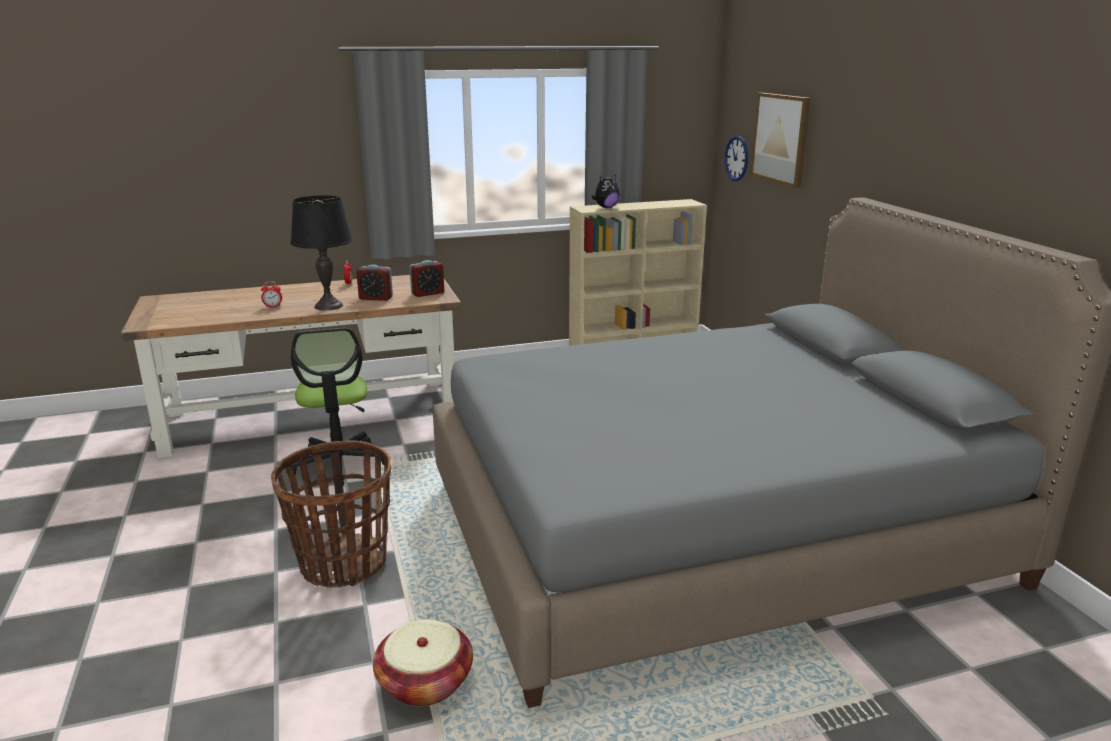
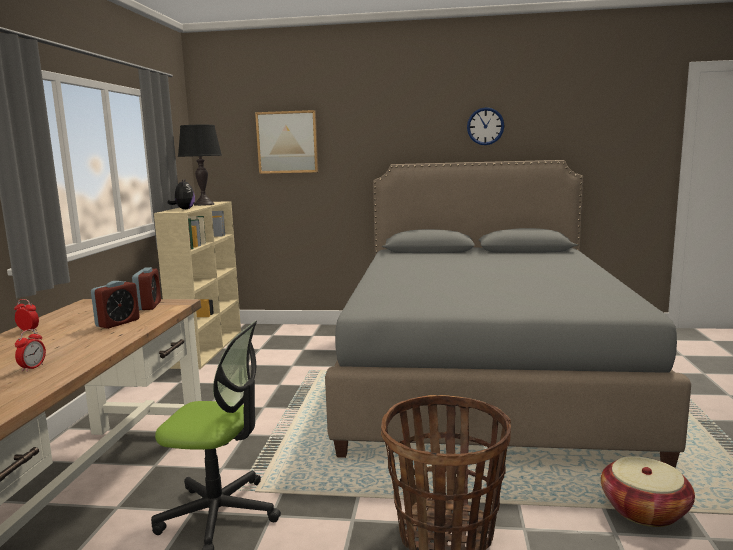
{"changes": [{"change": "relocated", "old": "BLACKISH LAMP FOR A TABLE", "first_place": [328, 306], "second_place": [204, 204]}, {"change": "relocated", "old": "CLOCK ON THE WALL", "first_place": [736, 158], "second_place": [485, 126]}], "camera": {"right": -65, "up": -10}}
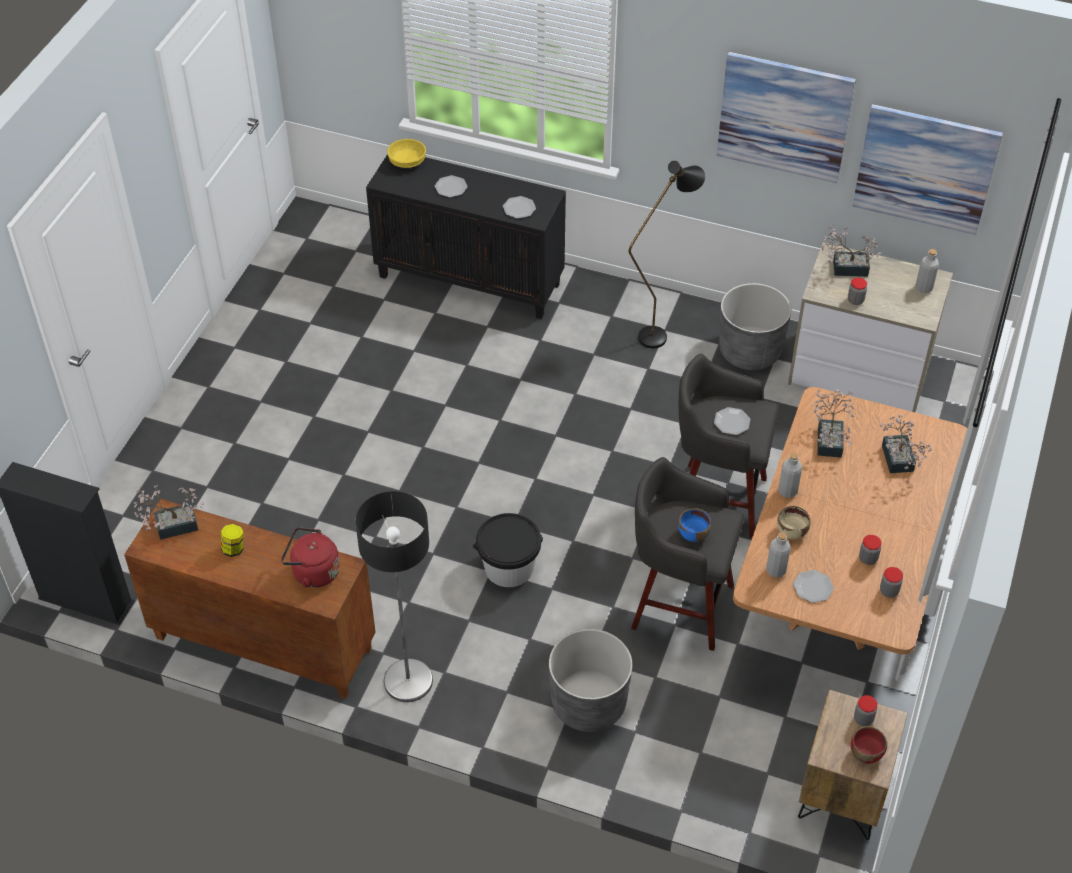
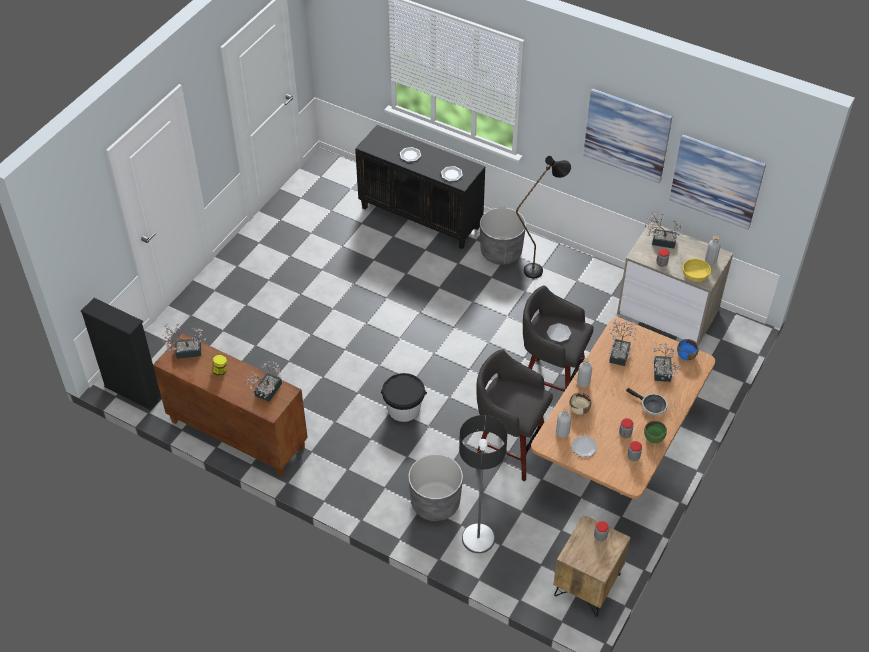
{"changes": [{"change": "exchanged", "old": "RED-COLOURED WATER KETTLE", "new": "HOUSEPLANT", "first_place": [313, 572], "second_place": [266, 392]}, {"change": "relocated", "old": "STANDING LAMP", "first_place": [408, 680], "second_place": [478, 538]}, {"change": "relocated", "old": "GRAY PLANTER", "first_place": [749, 351], "second_place": [501, 252]}, {"change": "appeared", "new": "SKILLET", "second_place": [651, 406]}, {"change": "appeared", "new": "GREEN DEEP DISH", "second_place": [654, 437]}, {"change": "relocated", "old": "BLUISH DEEP DISH", "first_place": [693, 534], "second_place": [686, 355]}, {"change": "relocated", "old": "YELLOW-COLOURED DEEP DISH", "first_place": [408, 162], "second_place": [695, 275]}, {"change": "missing", "old": "RED-COLOURED DEEP DISH", "first_place": [865, 753]}], "camera": {"right": 10, "up": 0}}
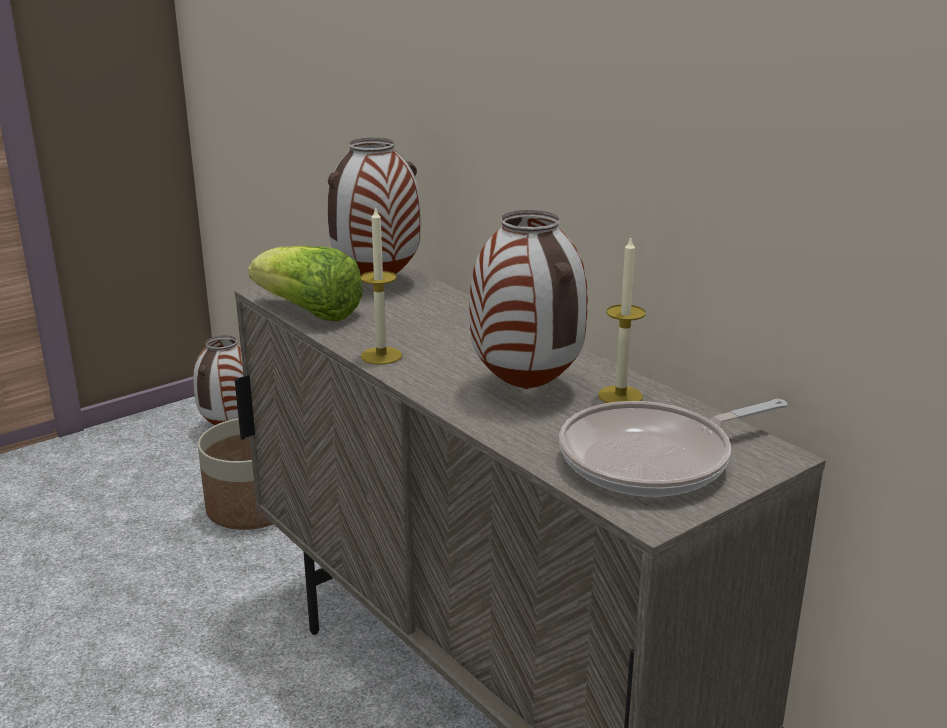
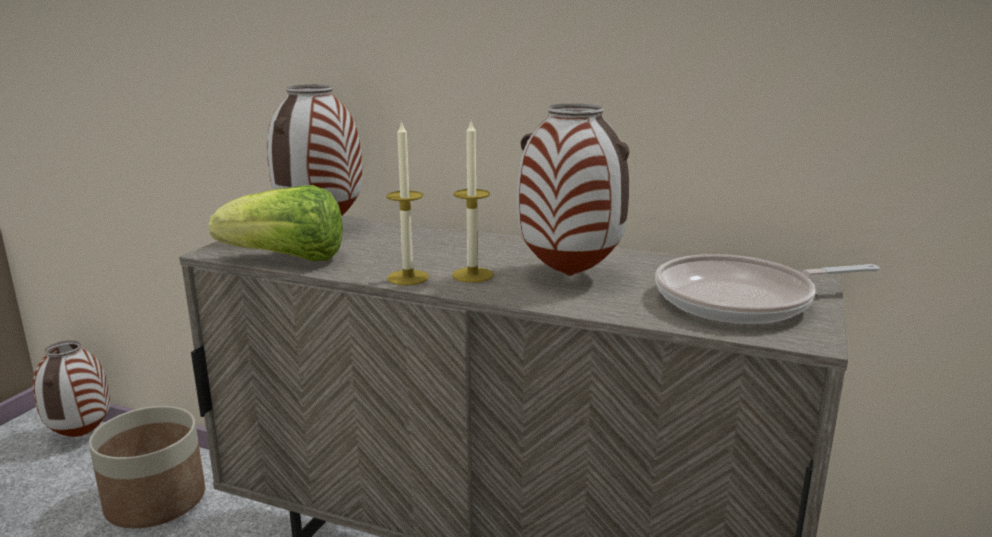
{"changes": [{"change": "relocated", "old": "WAX LIGHT", "first_place": [620, 396], "second_place": [472, 275]}, {"change": "spun", "old": "SKILLET", "first_place": [654, 459], "second_place": [742, 300], "degrees": 45}], "camera": {"right": -30, "up": -5}}
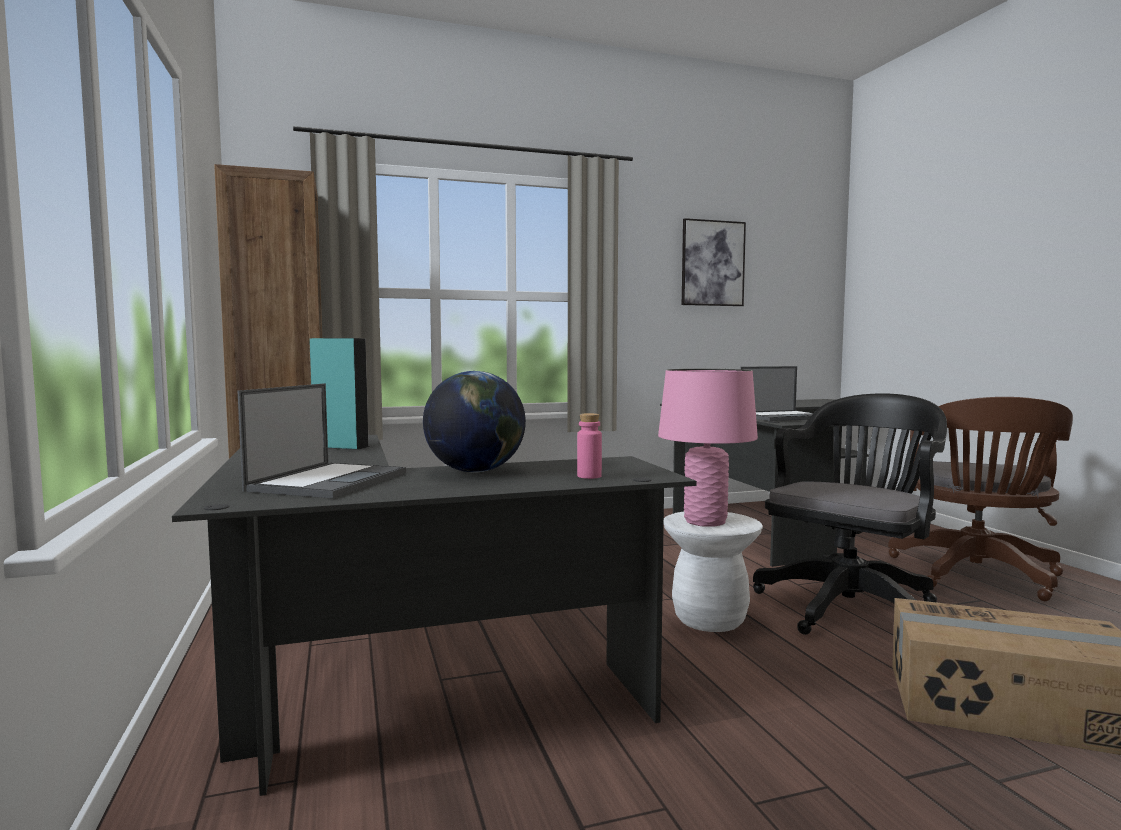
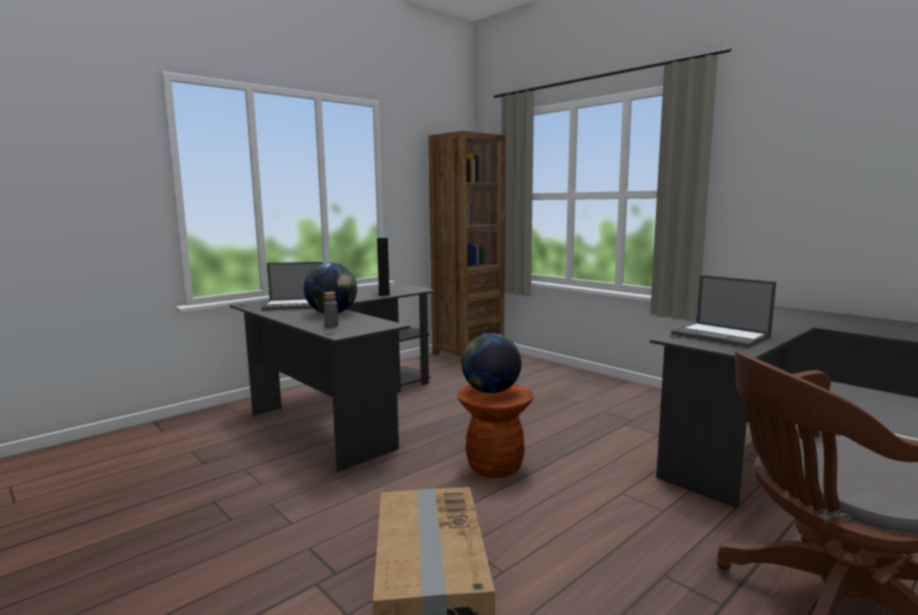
{"changes": [{"change": "colour", "old": "PINK DRINK BOTTLE", "new": "GRAY DRINK BOTTLE", "first_place": [589, 476], "second_place": [331, 326]}, {"change": "colour", "old": "WHITE STOOL", "new": "BROWN-COLOURED STOOL", "first_place": [709, 619], "second_place": [494, 466]}, {"change": "exchanged", "old": "PINK LAMP FOR A TABLE", "new": "GLOBE", "first_place": [705, 521], "second_place": [490, 391]}, {"change": "missing", "old": "PICTURE", "first_place": [712, 263]}, {"change": "missing", "old": "BLACKISH DESK CHAIR", "first_place": [851, 606]}], "camera": {"right": 65, "up": 5}}
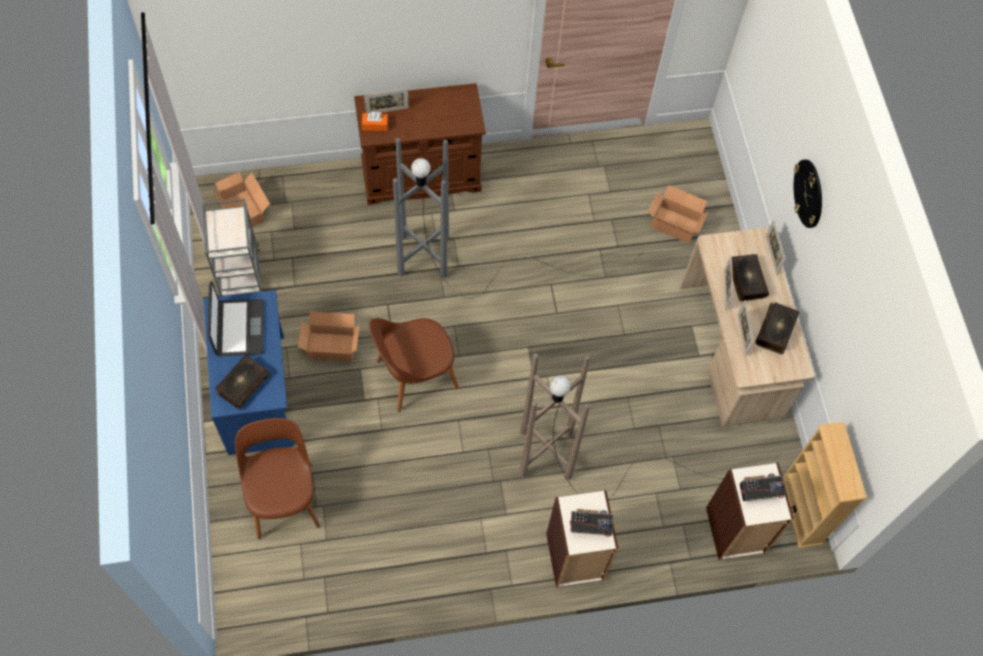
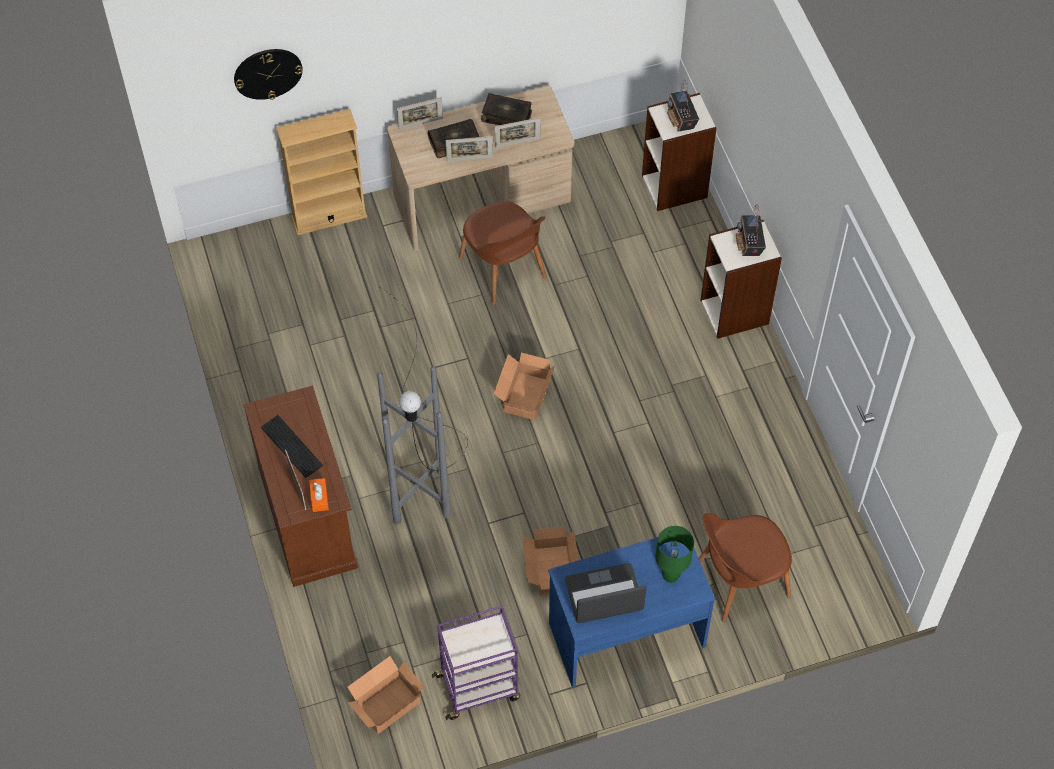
{"changes": [{"change": "relocated", "old": "CLOCK ON THE WALL", "first_place": [809, 193], "second_place": [268, 73]}, {"change": "appeared", "new": "KEYBOARD", "second_place": [291, 446]}, {"change": "relocated", "old": "SAND-COLOURED BOOKSHELF", "first_place": [801, 511], "second_place": [329, 217]}, {"change": "colour", "old": "GRAY TROLLEY", "new": "PURPLISH TROLLEY", "first_place": [241, 275], "second_place": [478, 687]}, {"change": "relocated", "old": "BROWN-COLOURED CHAIR", "first_place": [414, 375], "second_place": [503, 269]}, {"change": "relocated", "old": "CARDBOARD BOX", "first_place": [674, 222], "second_place": [524, 396]}, {"change": "exchanged", "old": "BOOK", "new": "GREEN LAMP FOR A TABLE", "first_place": [243, 384], "second_place": [670, 576]}, {"change": "missing", "old": "BROWN-COLOURED STANDING LAMP", "first_place": [601, 465]}], "camera": {"right": -95, "up": -5}}
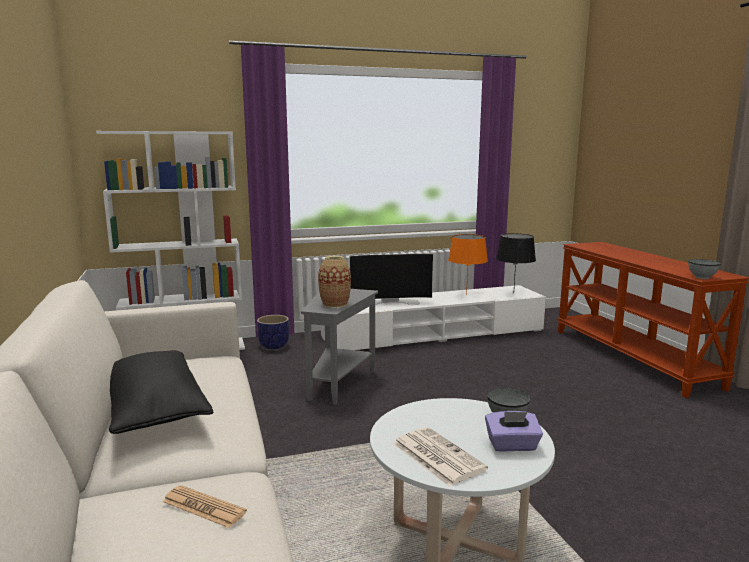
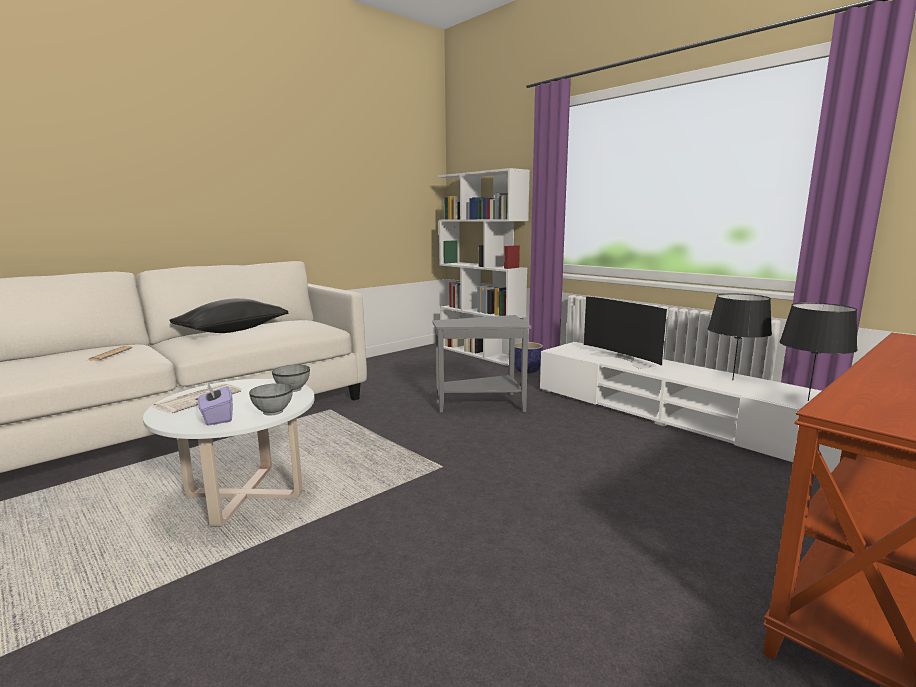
{"changes": [{"change": "relocated", "old": "GRAY DEEP DISH", "first_place": [701, 277], "second_place": [292, 389]}, {"change": "colour", "old": "ORANGEY LAMP FOR A TABLE", "new": "BLACKISH LAMP FOR A TABLE", "first_place": [466, 294], "second_place": [732, 380]}, {"change": "missing", "old": "VASE", "first_place": [335, 304]}], "camera": {"right": 65, "up": 0}}
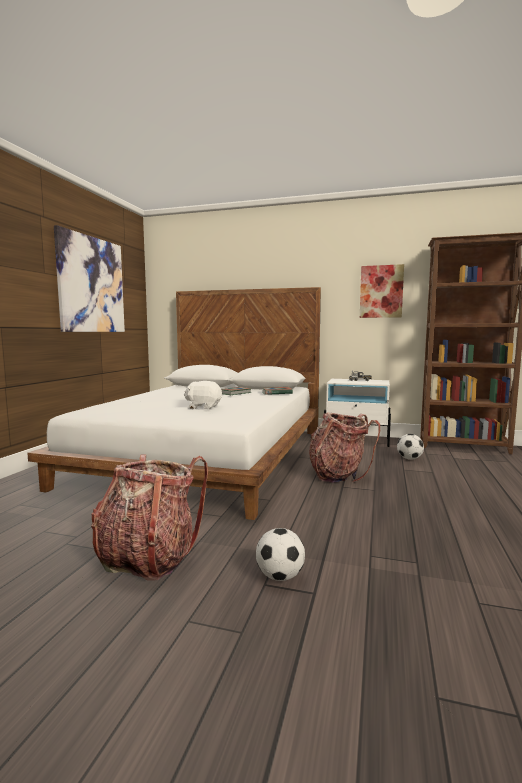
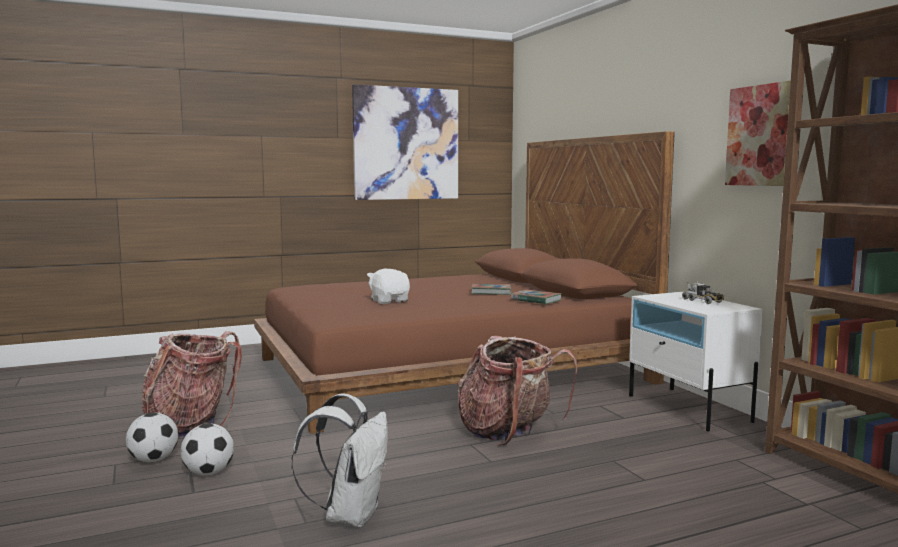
{"changes": [{"change": "relocated", "old": "FOOTBALL", "first_place": [409, 458], "second_place": [153, 460]}, {"change": "colour", "old": "WHITE BED", "new": "BROWN-COLOURED BED", "first_place": [208, 456], "second_place": [447, 370]}, {"change": "appeared", "new": "WHITE BACKPACK", "second_place": [350, 515]}], "camera": {"right": 50, "up": 0}}
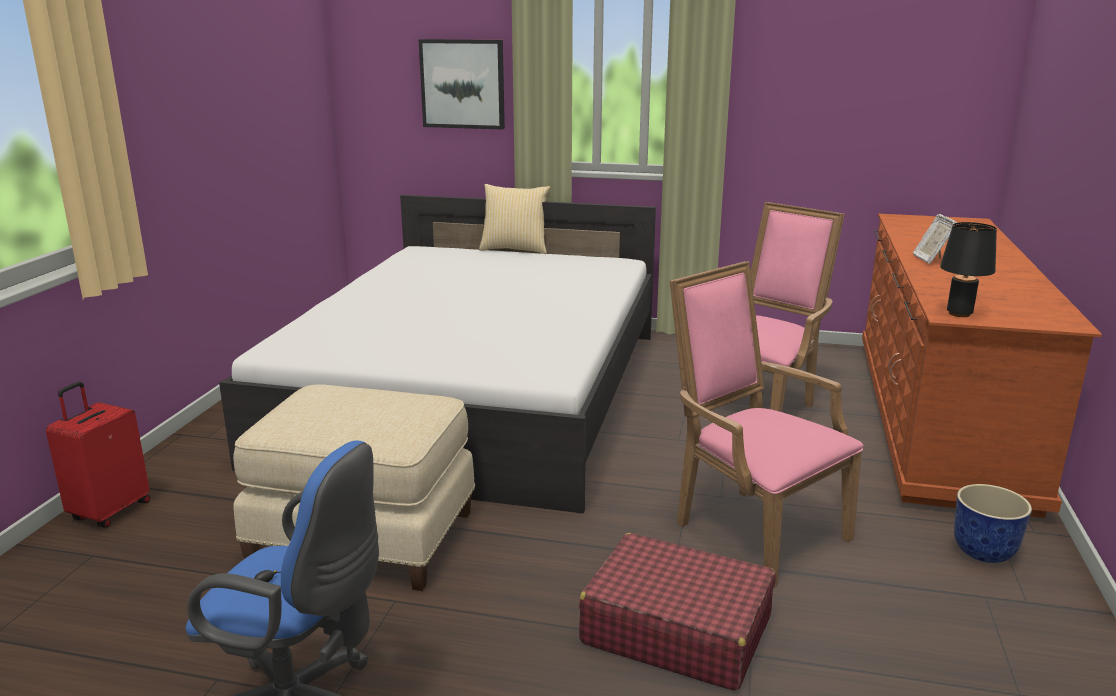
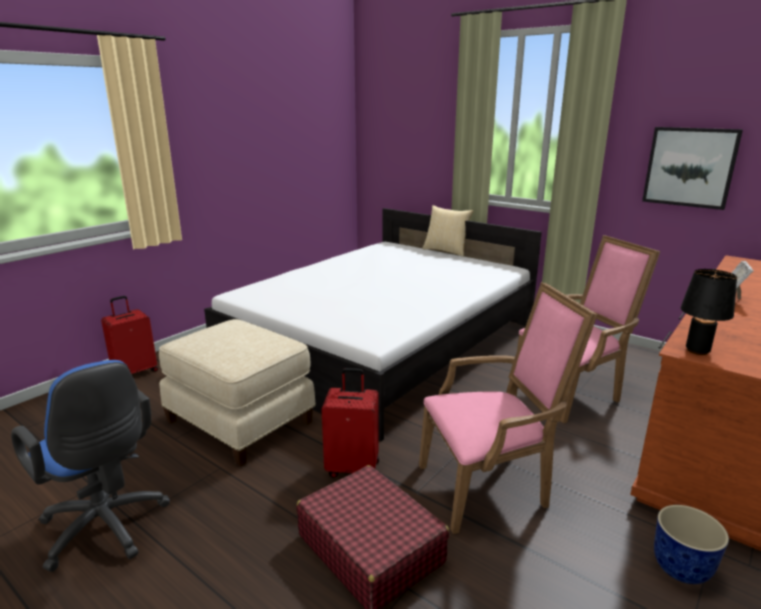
{"changes": [{"change": "appeared", "new": "RED-COLOURED TRAVEL CASE", "second_place": [353, 467]}, {"change": "spun", "old": "PINK LOUNGE CHAIR", "first_place": [751, 528], "second_place": [490, 487], "degrees": 90}, {"change": "relocated", "old": "PICTURE", "first_place": [463, 84], "second_place": [690, 167]}], "camera": {"right": 25, "up": 0}}
